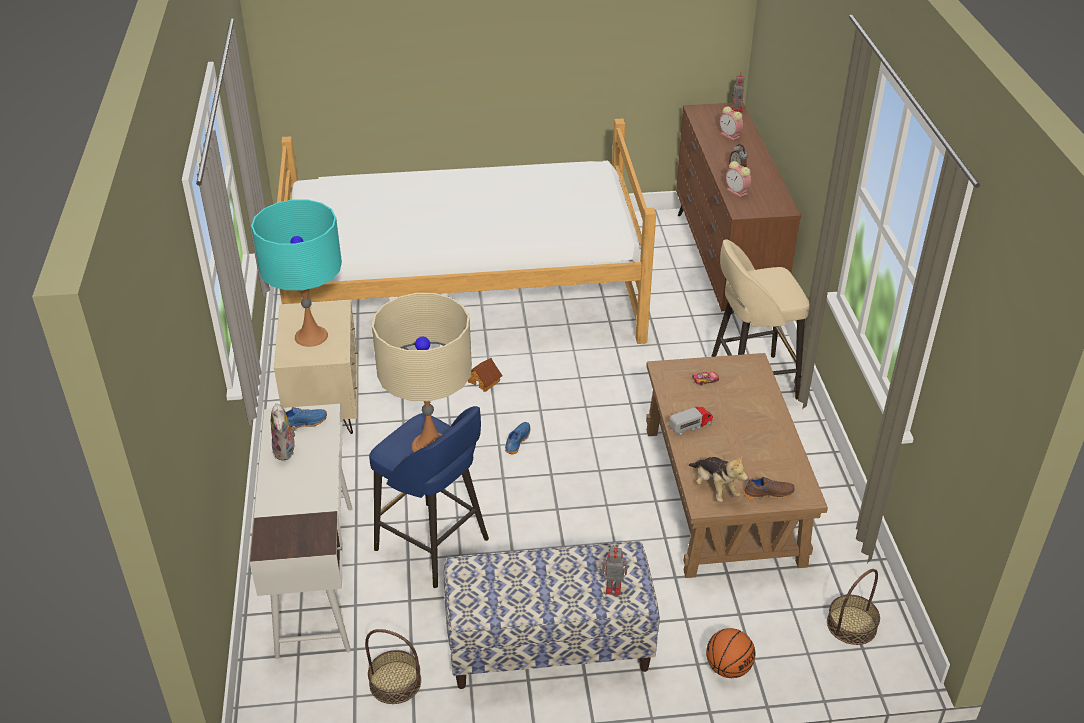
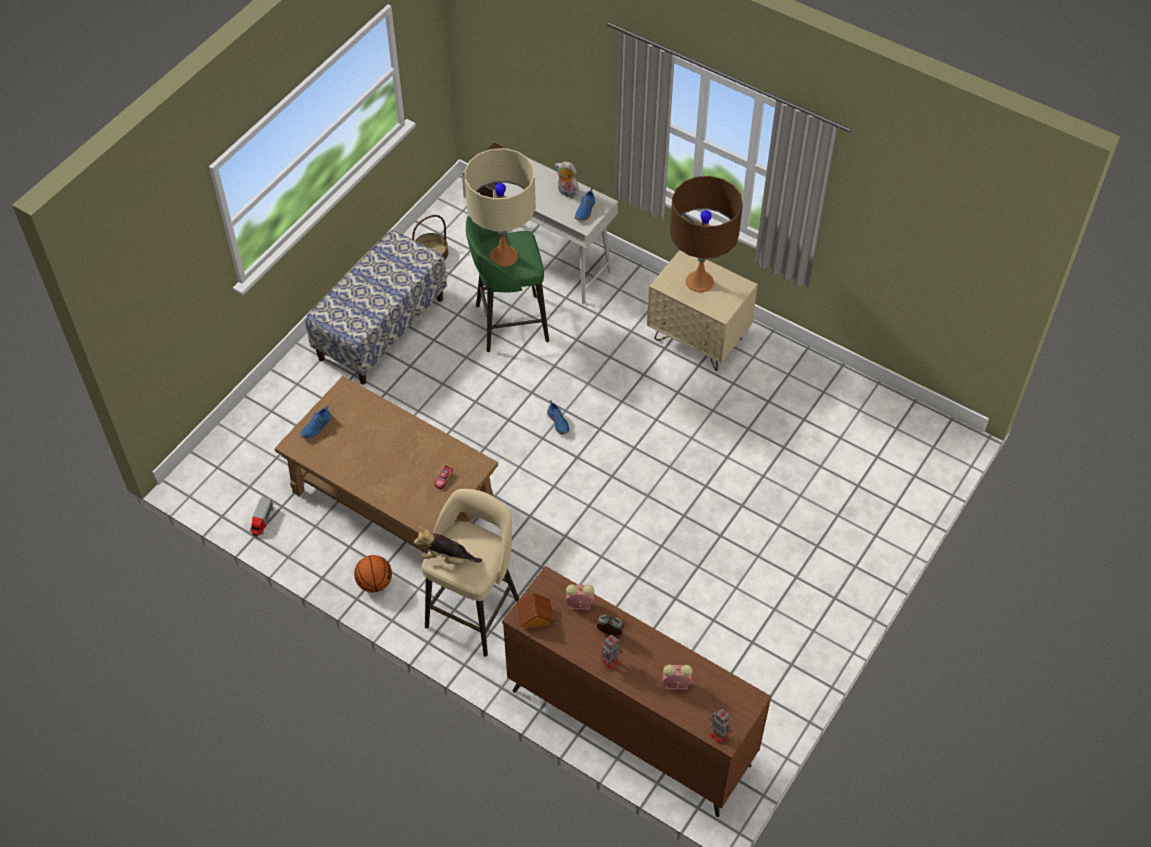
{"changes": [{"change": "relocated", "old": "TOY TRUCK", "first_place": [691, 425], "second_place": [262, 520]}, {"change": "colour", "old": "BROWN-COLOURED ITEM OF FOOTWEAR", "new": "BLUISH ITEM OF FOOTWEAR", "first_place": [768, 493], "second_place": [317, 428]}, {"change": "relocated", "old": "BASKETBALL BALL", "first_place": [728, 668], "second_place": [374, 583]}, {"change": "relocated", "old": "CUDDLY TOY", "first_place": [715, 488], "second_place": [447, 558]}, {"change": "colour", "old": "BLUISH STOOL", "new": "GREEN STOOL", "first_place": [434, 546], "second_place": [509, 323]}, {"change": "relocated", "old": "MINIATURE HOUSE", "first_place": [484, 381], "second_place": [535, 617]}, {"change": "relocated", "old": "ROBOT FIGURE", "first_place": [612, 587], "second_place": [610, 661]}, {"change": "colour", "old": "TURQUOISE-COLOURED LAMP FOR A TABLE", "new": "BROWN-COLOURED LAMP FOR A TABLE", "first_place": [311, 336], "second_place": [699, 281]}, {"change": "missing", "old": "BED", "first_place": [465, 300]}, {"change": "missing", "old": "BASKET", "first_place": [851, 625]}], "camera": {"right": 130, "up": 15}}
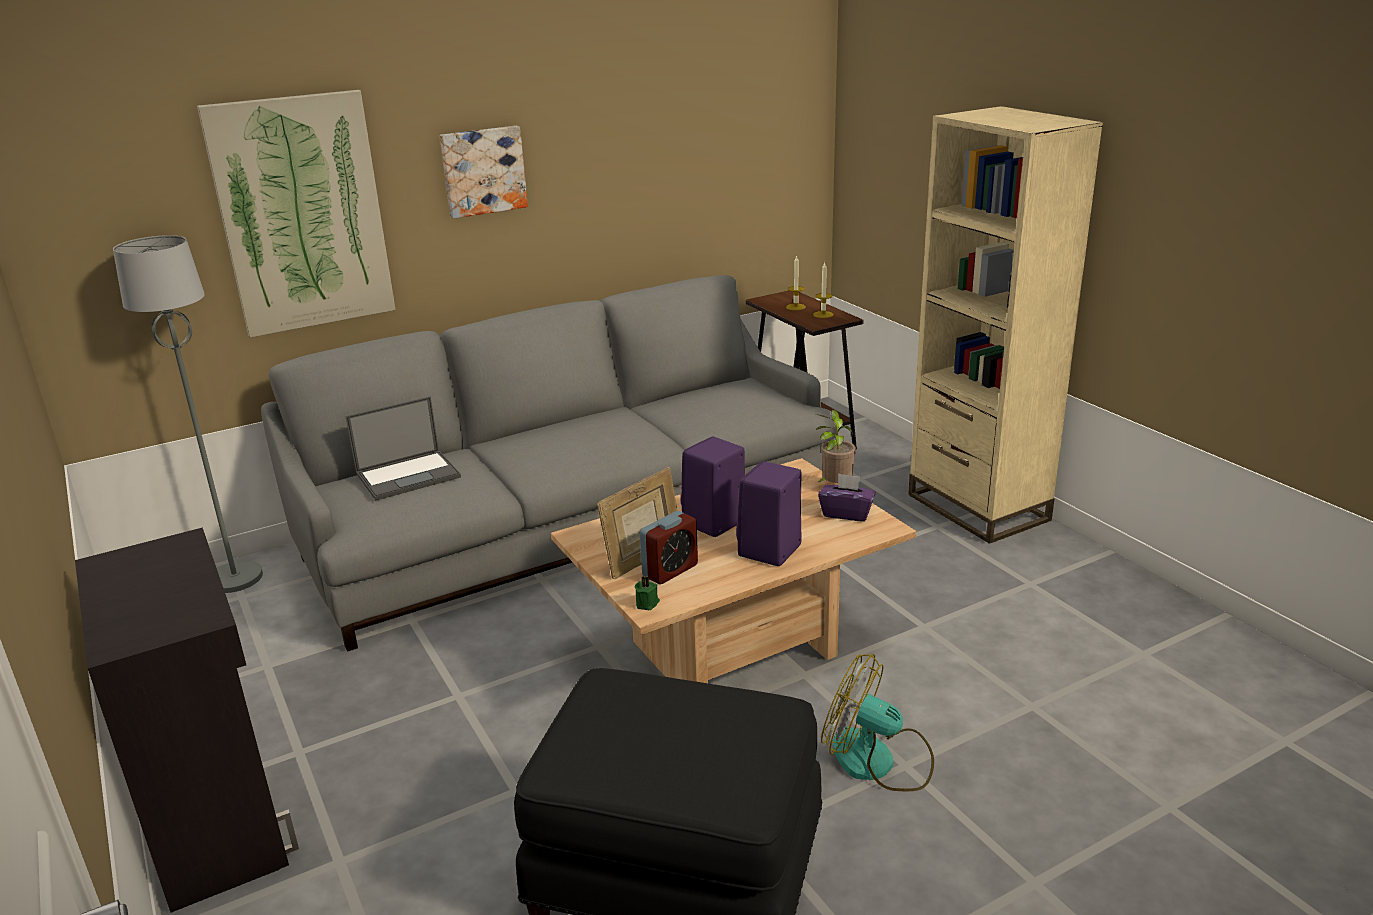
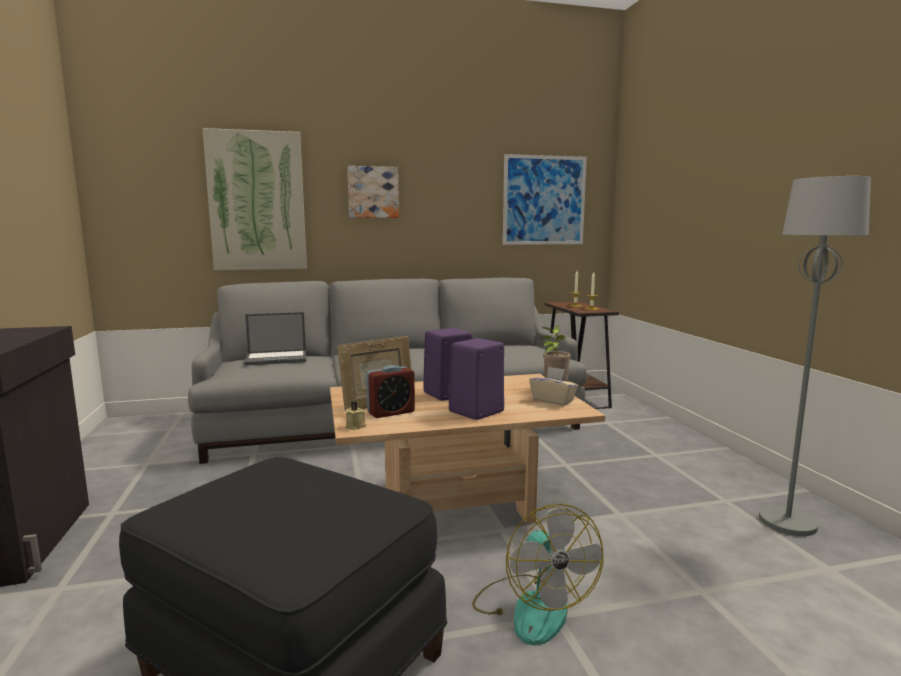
{"changes": [{"change": "colour", "old": "GREEN WAX LIGHT", "new": "SAND-COLOURED WAX LIGHT", "first_place": [648, 603], "second_place": [356, 426]}, {"change": "spun", "old": "ELECTRIC FAN", "first_place": [878, 761], "second_place": [532, 607], "degrees": -150}, {"change": "appeared", "new": "PICTURE", "second_place": [544, 200]}, {"change": "colour", "old": "PURPLISH TISSUE HOLDER", "new": "SAND-COLOURED TISSUE HOLDER", "first_place": [846, 513], "second_place": [553, 400]}, {"change": "relocated", "old": "GRAY STANDING LAMP", "first_place": [235, 578], "second_place": [787, 522]}, {"change": "missing", "old": "SAND-COLOURED BOOKSHELF", "first_place": [977, 507]}], "camera": {"right": 15, "up": -15}}
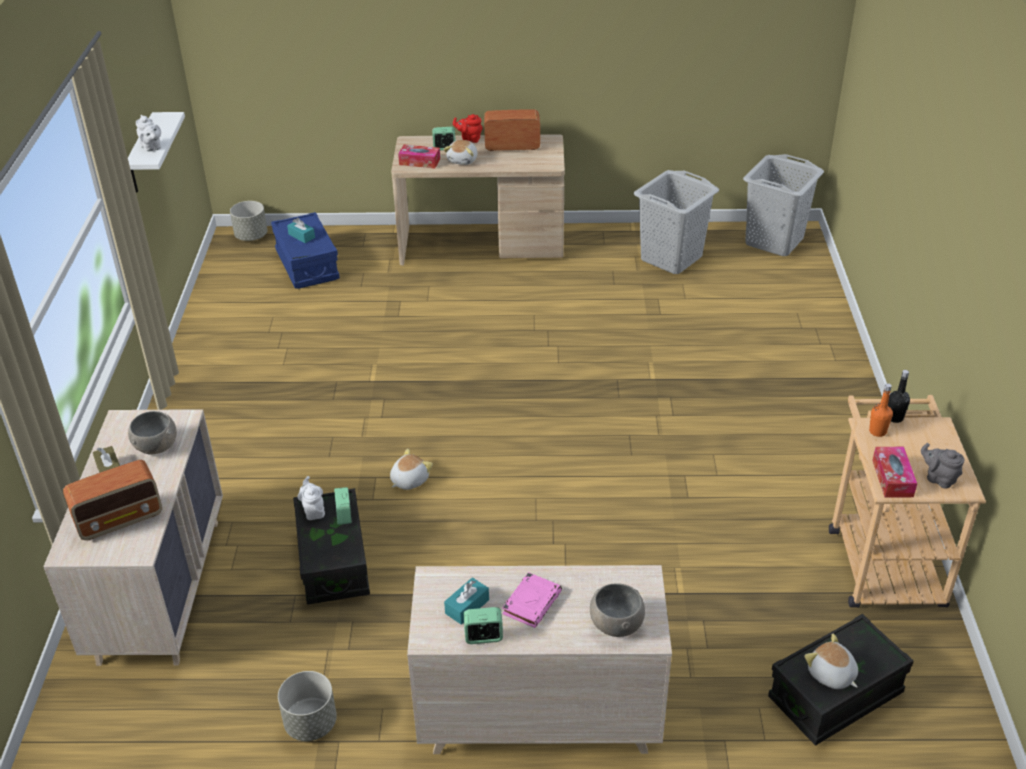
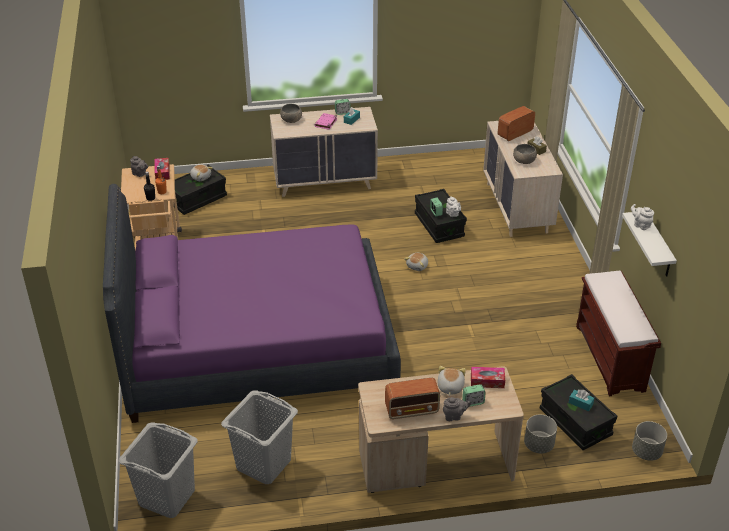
{"changes": [{"change": "appeared", "new": "PURPLISH BED", "second_place": [257, 344]}, {"change": "colour", "old": "RED-COLOURED TEAPOT", "new": "GRAY TEAPOT", "first_place": [469, 139], "second_place": [454, 416]}, {"change": "relocated", "old": "GRAY PLANTER", "first_place": [310, 723], "second_place": [539, 445]}, {"change": "colour", "old": "BLUISH STORAGE BOX", "new": "BLACKISH STORAGE BOX", "first_place": [307, 265], "second_place": [575, 422]}, {"change": "appeared", "new": "BROWN-COLOURED BENCH", "second_place": [610, 358]}], "camera": {"right": 170, "up": 0}}
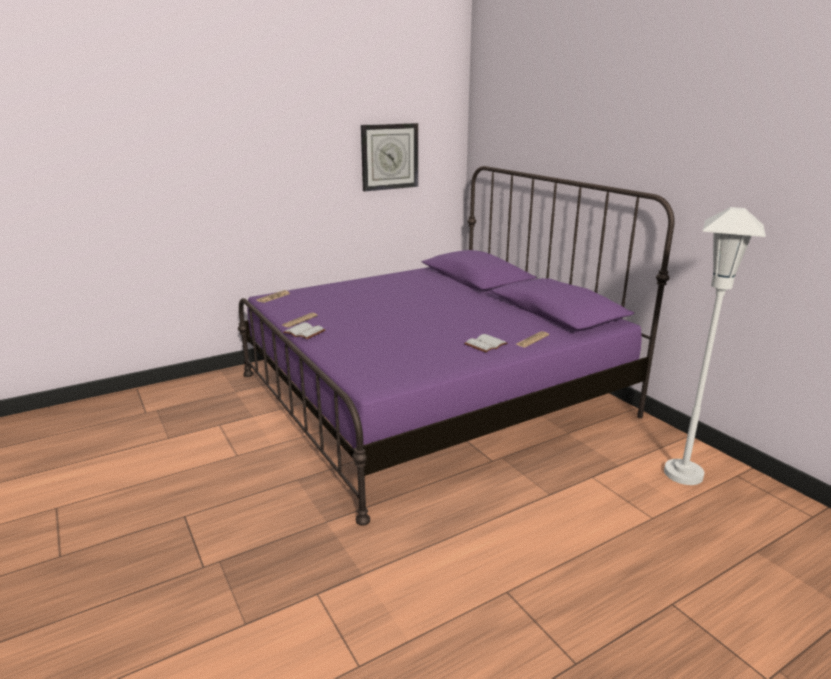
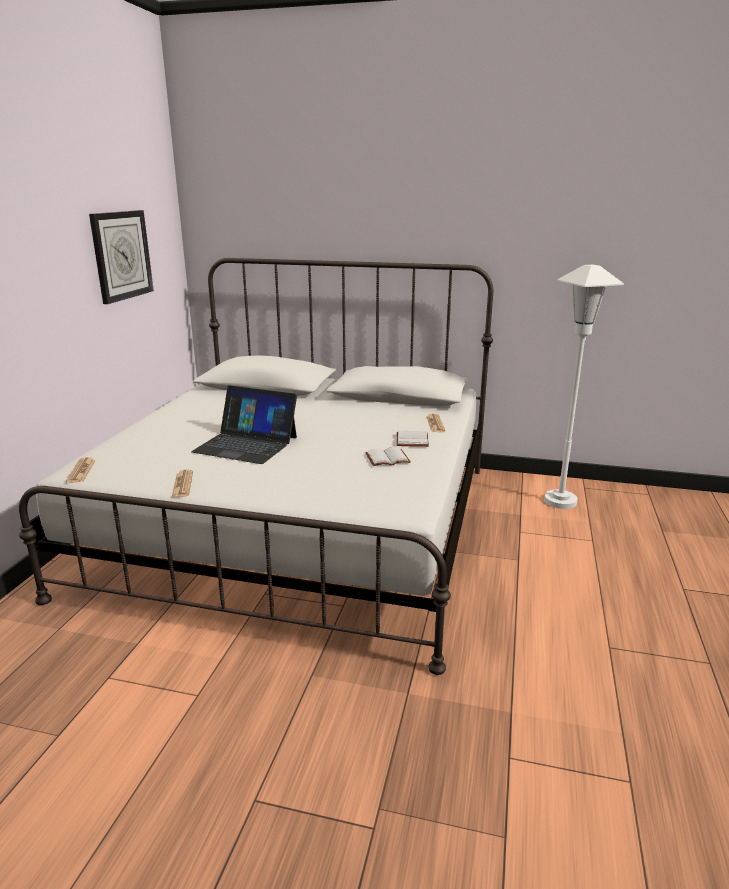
{"changes": [{"change": "colour", "old": "PURPLISH BED", "new": "WHITE BED", "first_place": [431, 394], "second_place": [299, 525]}, {"change": "appeared", "new": "PORTABLE COMPUTER", "second_place": [246, 444]}, {"change": "relocated", "old": "WHITE BOOK", "first_place": [303, 332], "second_place": [387, 459]}], "camera": {"right": -45, "up": 0}}
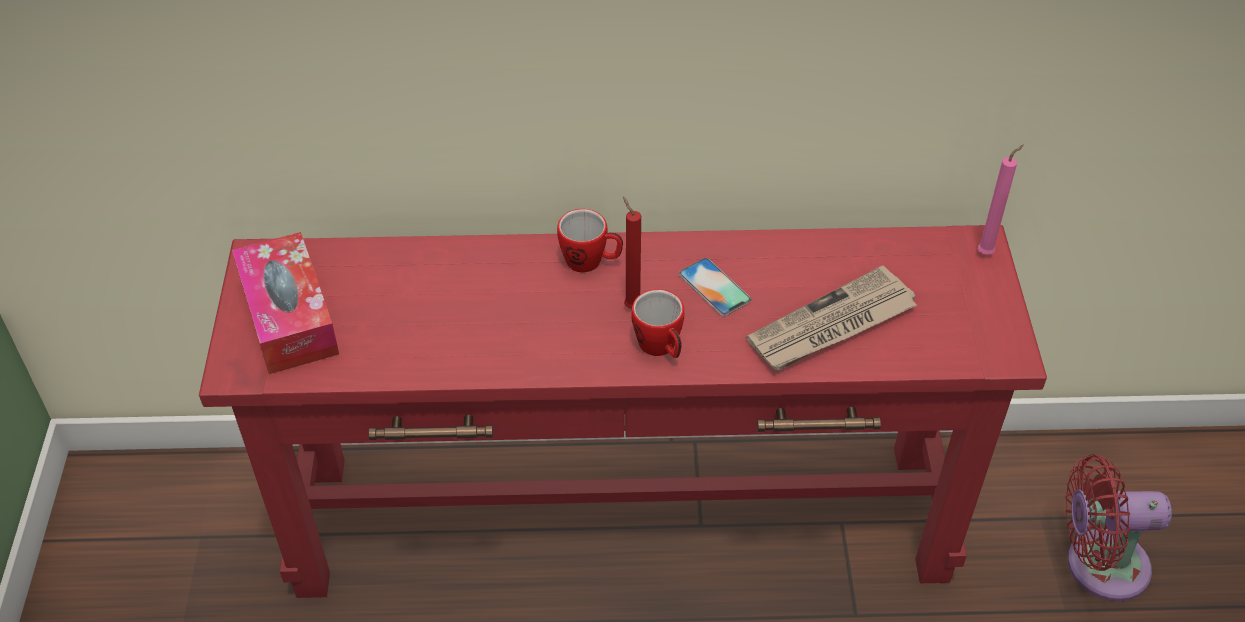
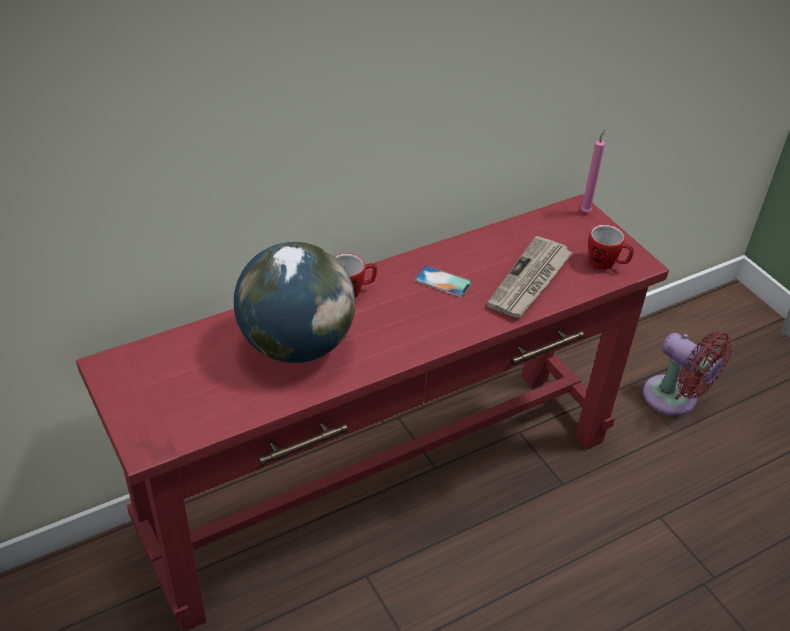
{"changes": [{"change": "appeared", "new": "GLOBE", "second_place": [295, 345]}, {"change": "relocated", "old": "TEA MUG", "first_place": [661, 348], "second_place": [606, 264]}, {"change": "spun", "old": "RED-COLOURED ELECTRIC FAN", "first_place": [1098, 565], "second_place": [674, 399], "degrees": -105}, {"change": "missing", "old": "TISSUE HOLDER", "first_place": [289, 316]}, {"change": "missing", "old": "RED-COLOURED WAX LIGHT", "first_place": [631, 305]}], "camera": {"right": -30, "up": -5}}
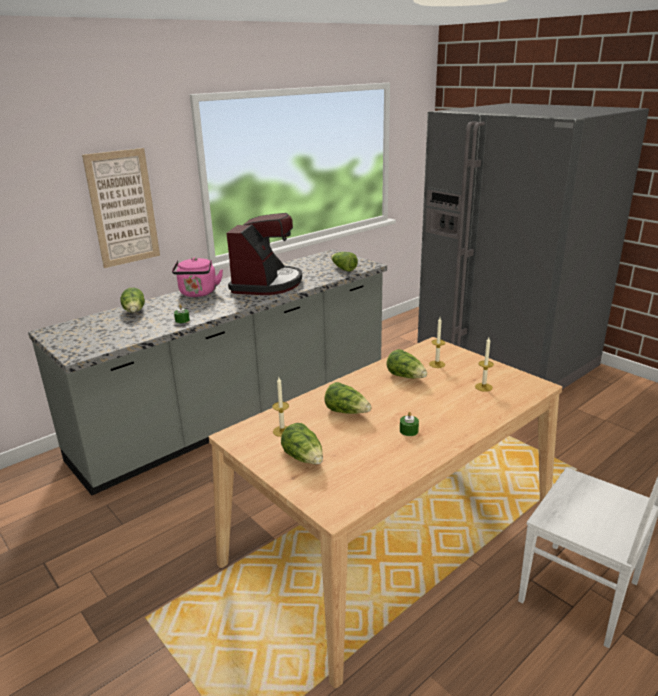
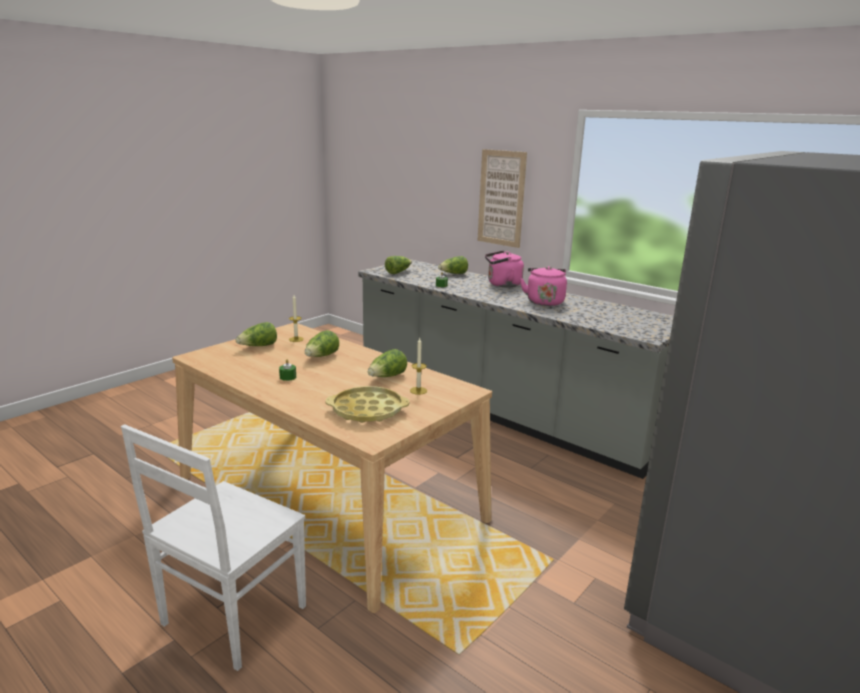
{"changes": [{"change": "exchanged", "old": "WAX LIGHT", "new": "YELLOW-COLOURED SERVING TRAY", "first_place": [483, 387], "second_place": [367, 410]}, {"change": "relocated", "old": "LETTUCE HEAD", "first_place": [343, 269], "second_place": [398, 272]}, {"change": "exchanged", "old": "COFFEE MAKER", "new": "PINK WATER KETTLE", "first_place": [267, 284], "second_place": [544, 301]}], "camera": {"right": 80, "up": -5}}
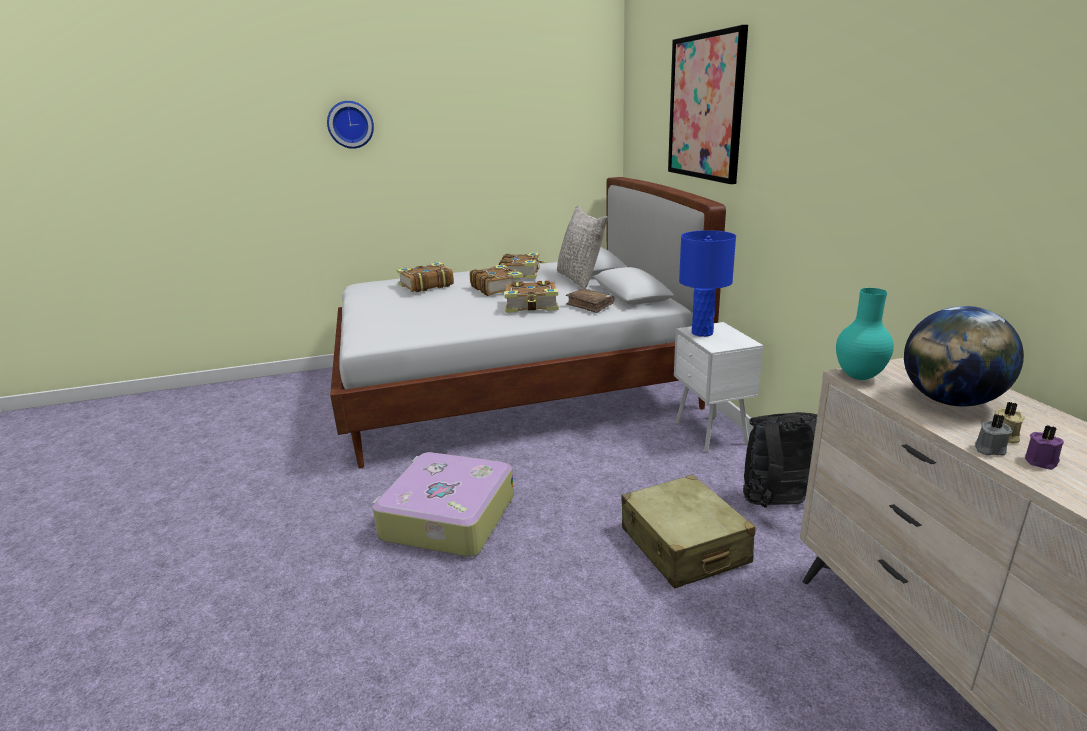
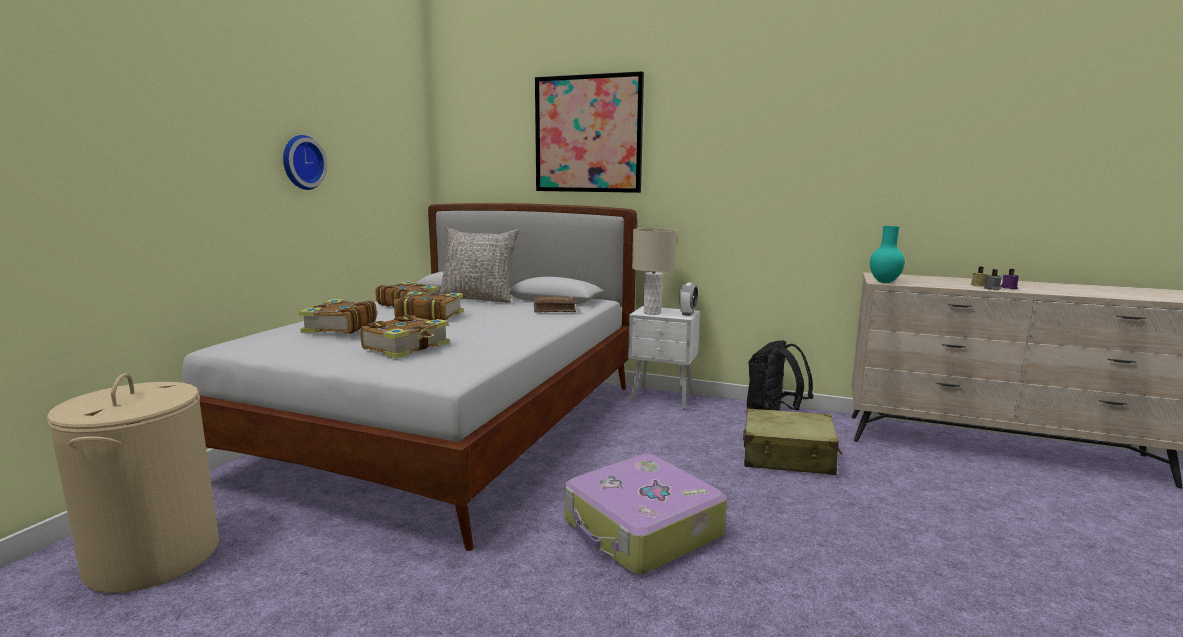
{"changes": [{"change": "appeared", "new": "SAND-COLOURED HAMPER", "second_place": [153, 557]}, {"change": "relocated", "old": "CLOCK ON THE WALL", "first_place": [350, 124], "second_place": [301, 162]}, {"change": "relocated", "old": "BOOK", "first_place": [532, 306], "second_place": [407, 347]}, {"change": "colour", "old": "BLUISH LAMP FOR A TABLE", "new": "SAND-COLOURED LAMP FOR A TABLE", "first_place": [702, 333], "second_place": [652, 313]}, {"change": "appeared", "new": "BEDSIDE CLOCK", "second_place": [687, 313]}, {"change": "missing", "old": "GLOBE", "first_place": [950, 401]}], "camera": {"right": -55, "up": -10}}
